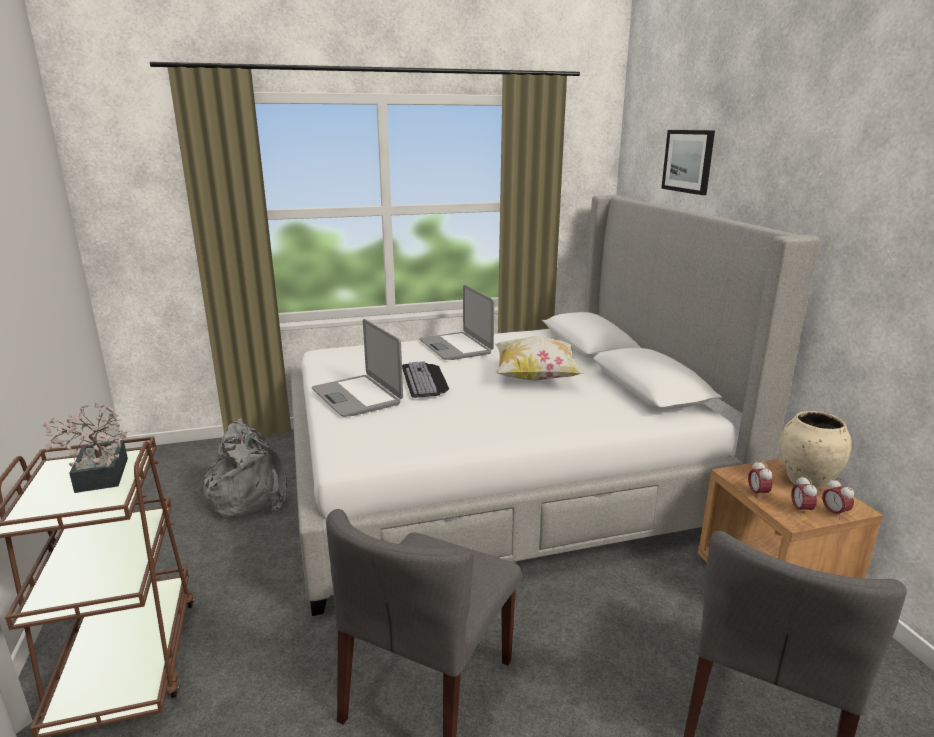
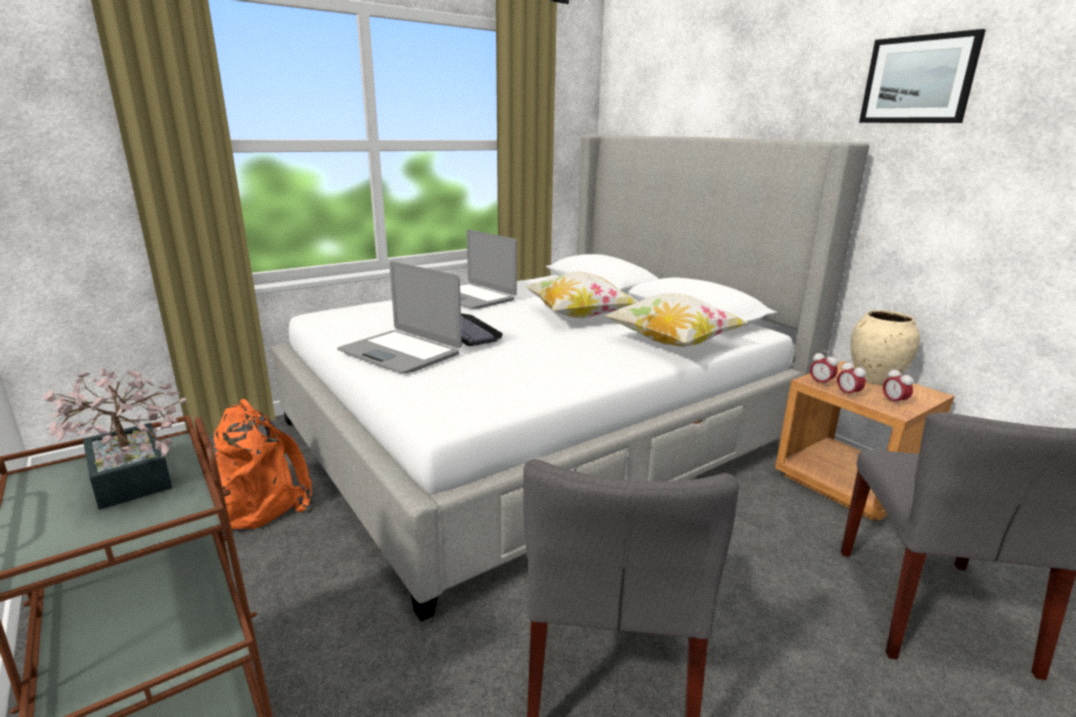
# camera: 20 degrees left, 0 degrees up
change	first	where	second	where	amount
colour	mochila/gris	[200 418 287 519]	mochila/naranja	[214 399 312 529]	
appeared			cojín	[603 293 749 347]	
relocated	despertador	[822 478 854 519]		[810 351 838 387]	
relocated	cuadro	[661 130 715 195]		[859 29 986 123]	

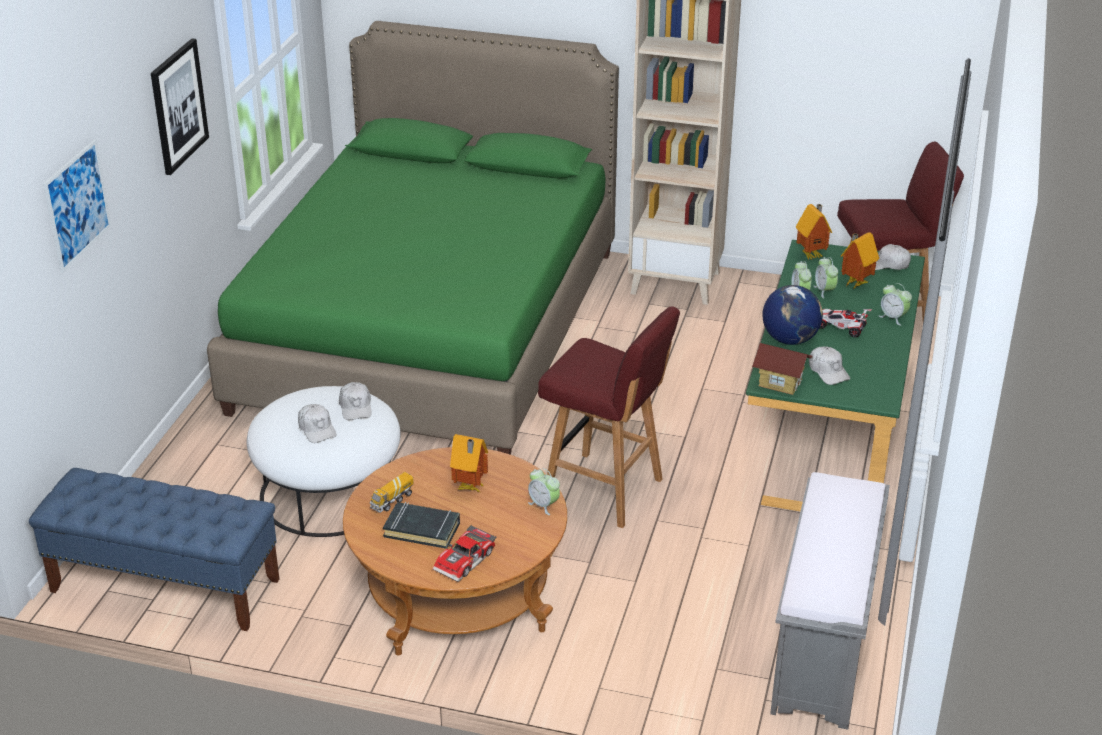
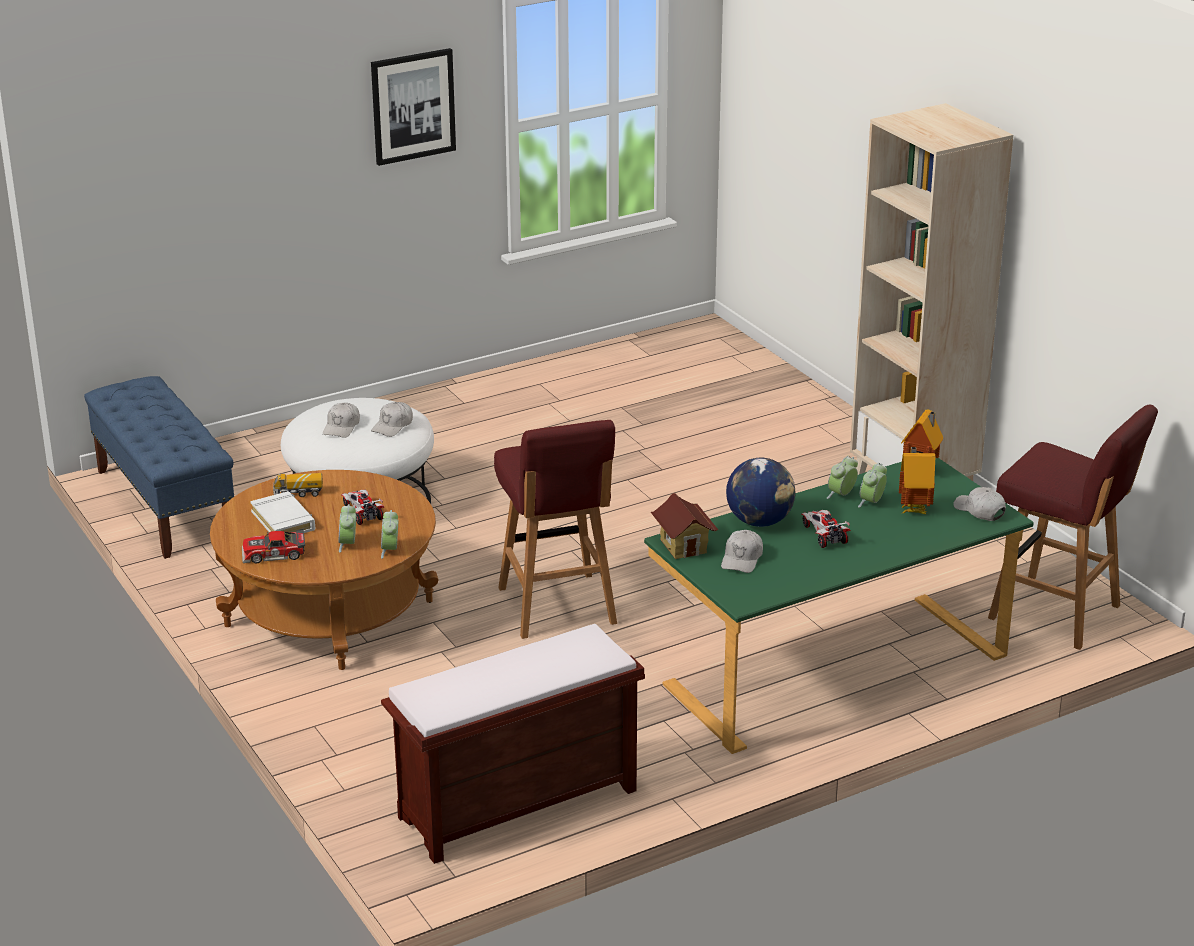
# camera: 45 degrees right, 5 degrees down
change	first	where	second	where	amount
colour	libro/negro	[383 502 460 549]	libro/blanco	[250 491 315 533]	
relocated	despertador	[879 283 912 326]		[339 504 356 553]	
exchanged	casita	[450 434 488 492]	coche de juguete	[341 490 384 525]	
colour	banco/gris	[770 472 890 730]	banco/marrón	[381 624 645 864]	
missing	cuadro	[43 140 111 273]			
missing	cama/verde	[207 21 619 455]			

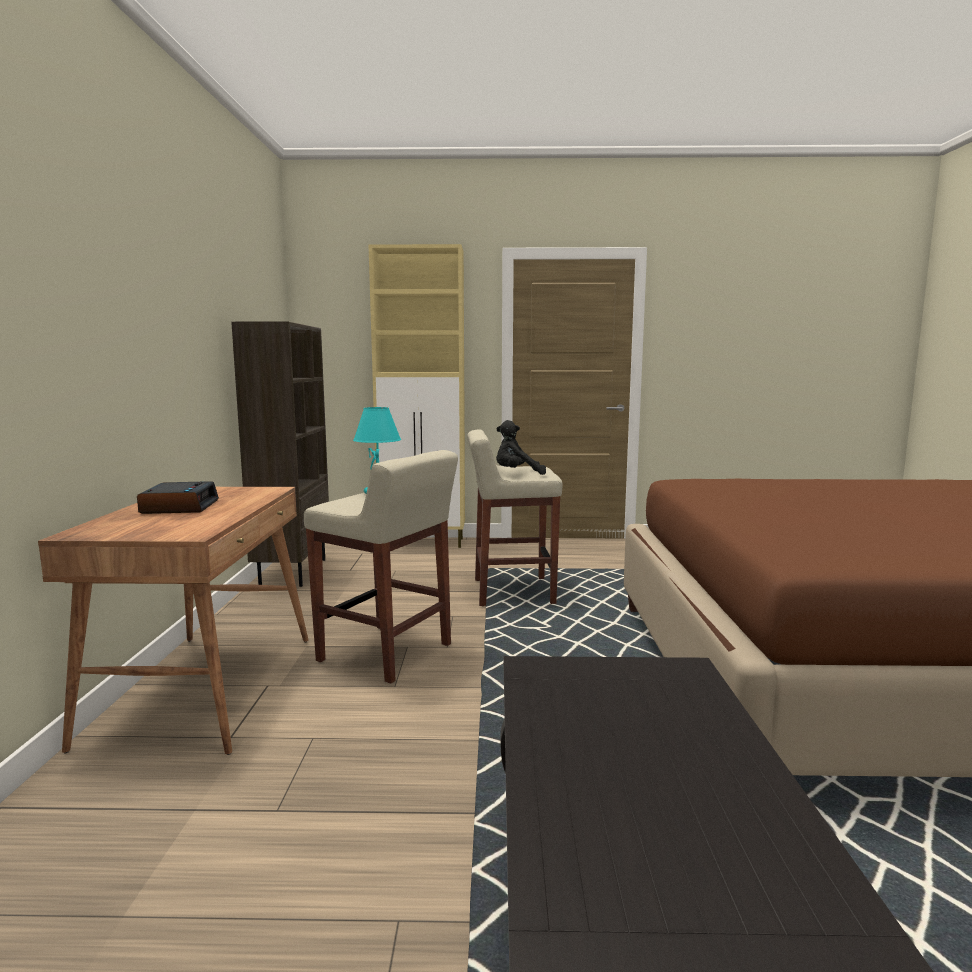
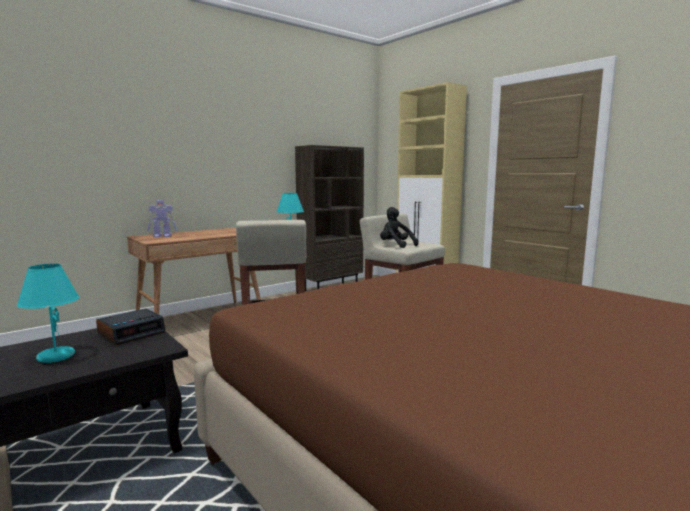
# camera: 50 degrees right, 0 degrees up
change	first	where	second	where	amount
appeared			lámpara de mesa/turquesa	[17 264 79 363]	
relocated	despertador	[137 481 219 514]		[96 308 165 345]	
appeared			robot de juguete	[147 200 177 238]	

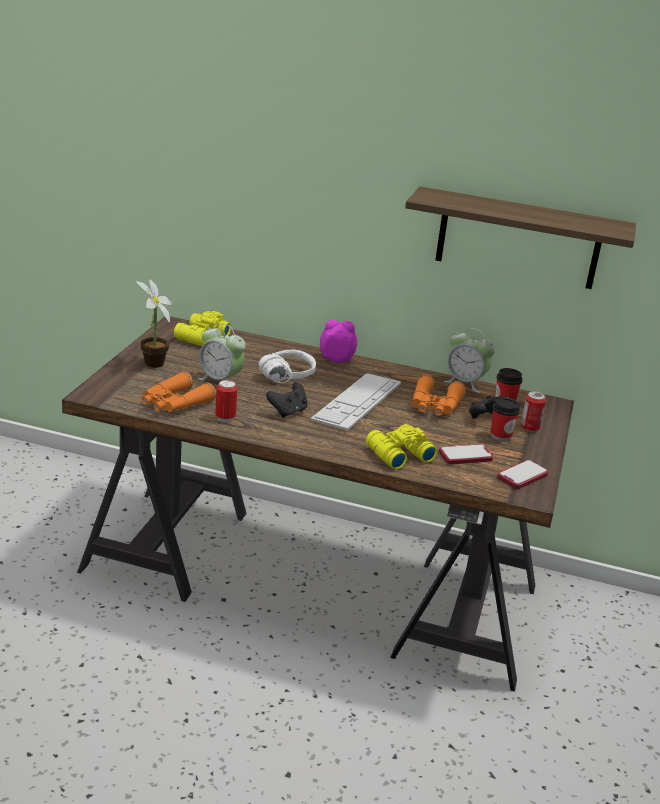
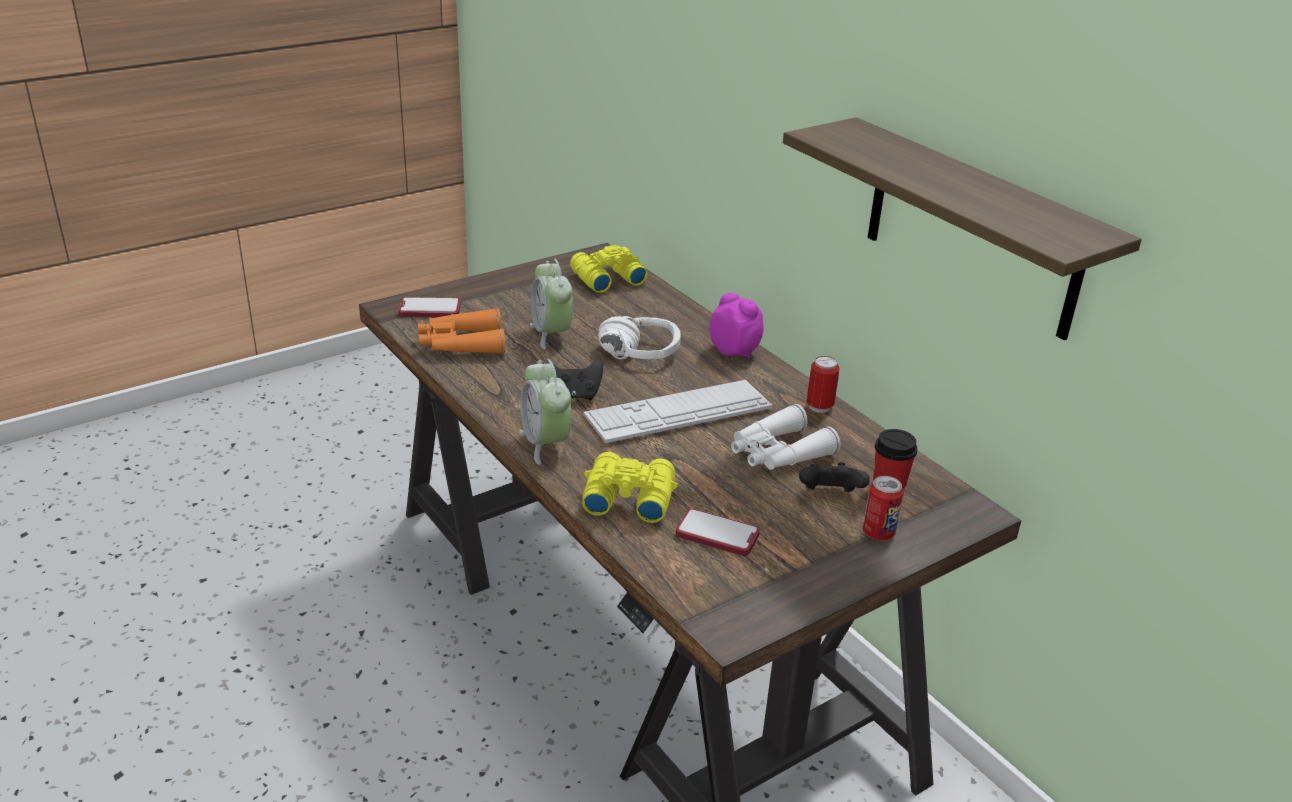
# camera: 40 degrees right, 5 degrees up
change	first	where	second	where	amount
relocated	móvil	[497 460 548 489]		[399 297 460 317]	
relocated	despertador	[444 328 495 393]		[519 359 572 465]	
colour	prismáticos/naranja	[412 375 466 416]	prismáticos/blanco	[731 404 841 470]	
relocated	lata	[215 380 237 422]		[807 356 840 413]	
missing	planta en maceta	[136 279 172 368]			
missing	taza	[491 397 520 442]			

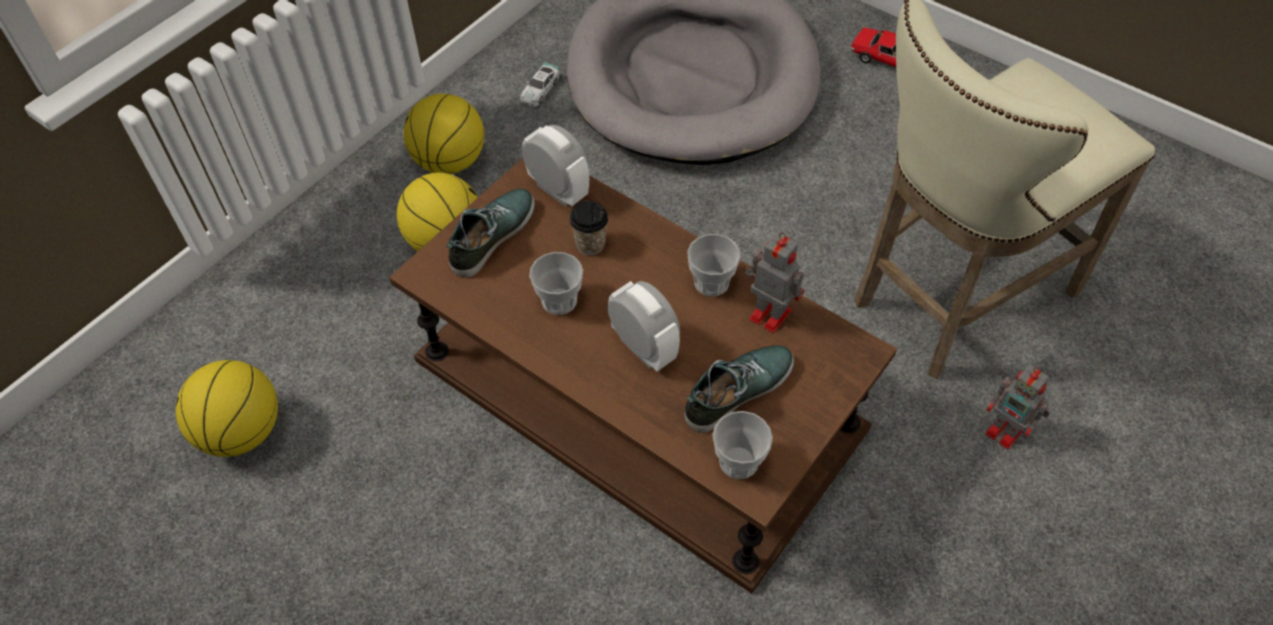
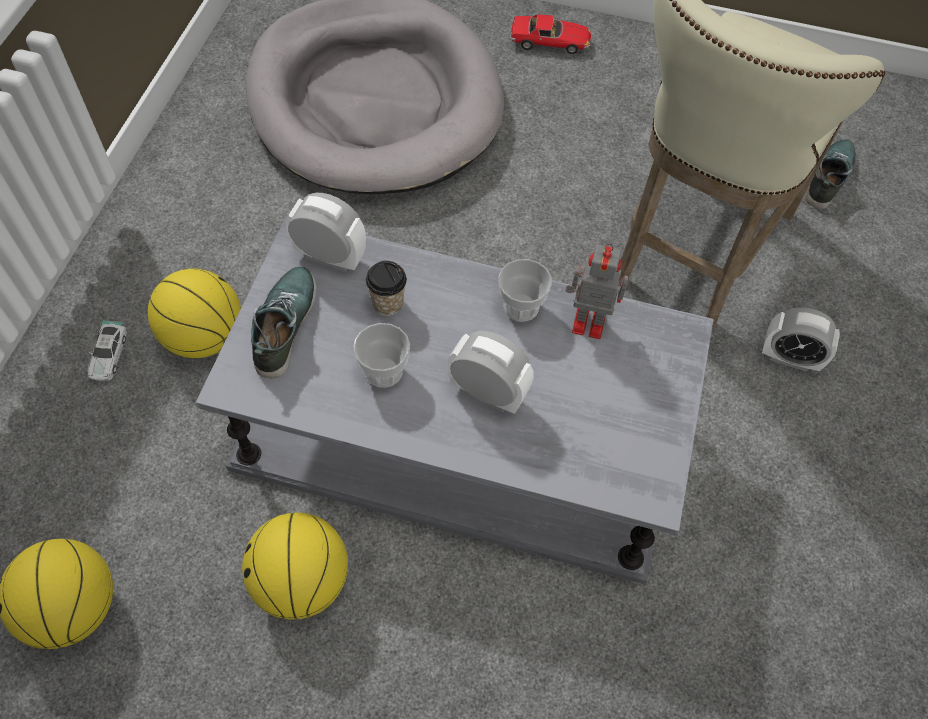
# camera: 25 degrees left, 5 degrees up
change	first	where	second	where	amount
relocated	coche de juguete	[520 62 560 107]		[88 320 127 381]	
colour	mesa de centro/marrón	[389 158 897 594]	mesa de centro/gris	[196 217 714 584]	
relocated	balón de baloncesto	[404 94 484 174]		[242 512 348 620]	
exchanged	robot de juguete	[985 365 1050 449]	despertador	[762 307 840 372]	
relocated	zapato	[684 345 794 433]		[806 140 856 209]	
missing	taza	[712 411 773 479]			

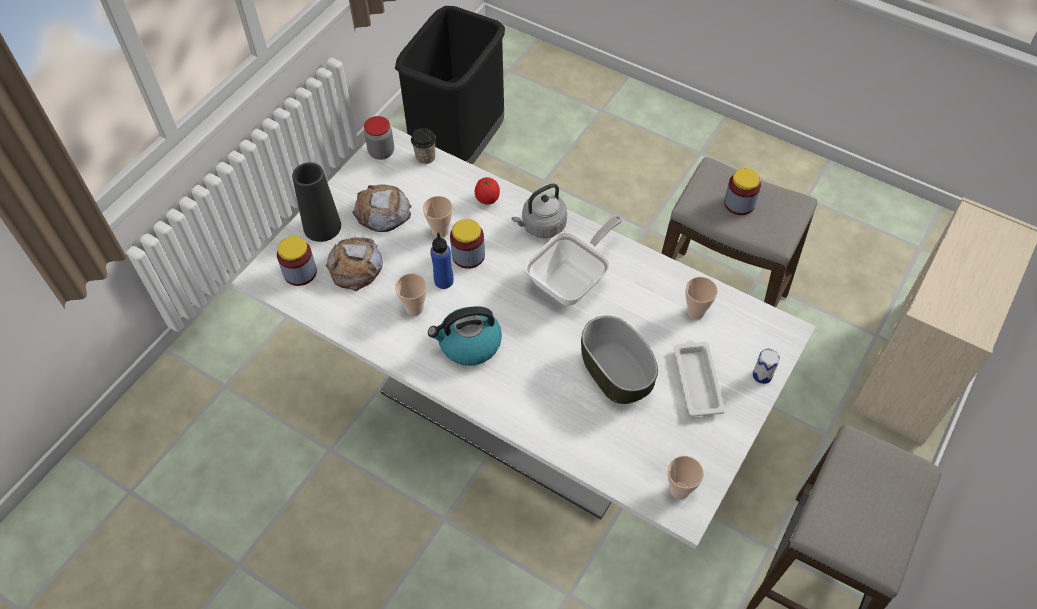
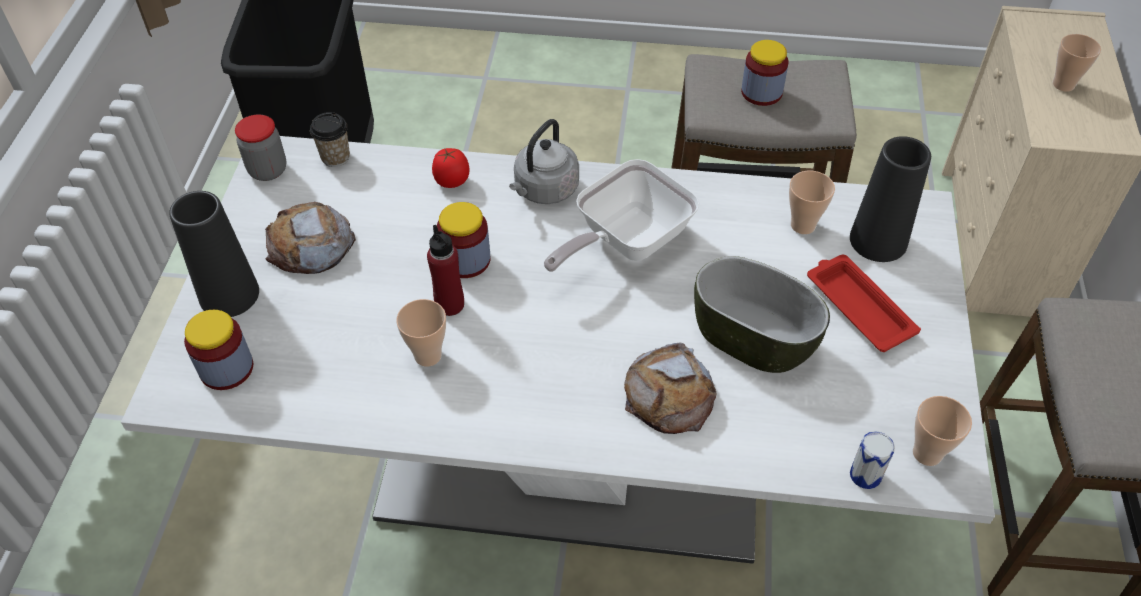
# camera: 25 degrees left, 5 degrees down
change	first	where	second	where	amount
colour	botella/azul	[430 232 454 289]	botella/rojo	[427 225 464 316]	
spun	sartén	[525 215 623 306]		[544 159 699 272]	150 degrees counterclockwise
relocated	pan	[326 237 383 291]		[624 343 717 434]	
colour	bandeja/blanco	[674 341 725 417]	bandeja/rojo	[807 255 921 352]	
appeared			florero/negro	[850 136 931 262]	
relocated	lata	[753 349 780 384]		[850 431 895 489]	
relocated	taza	[423 196 453 238]		[1053 34 1101 92]	
missing	hervidor	[428 306 502 366]			

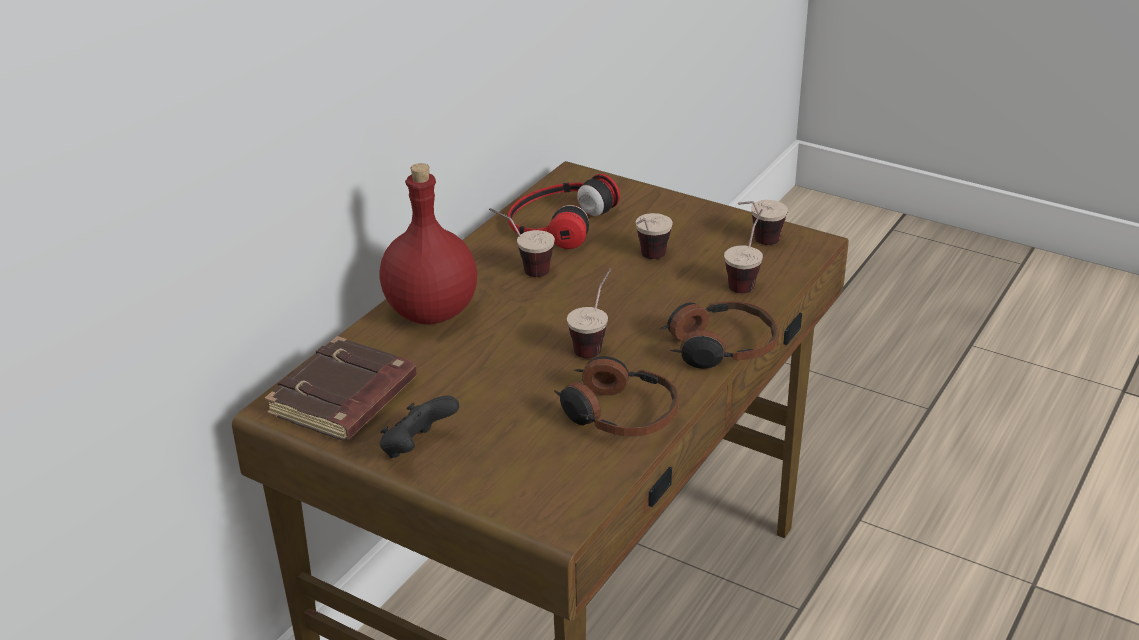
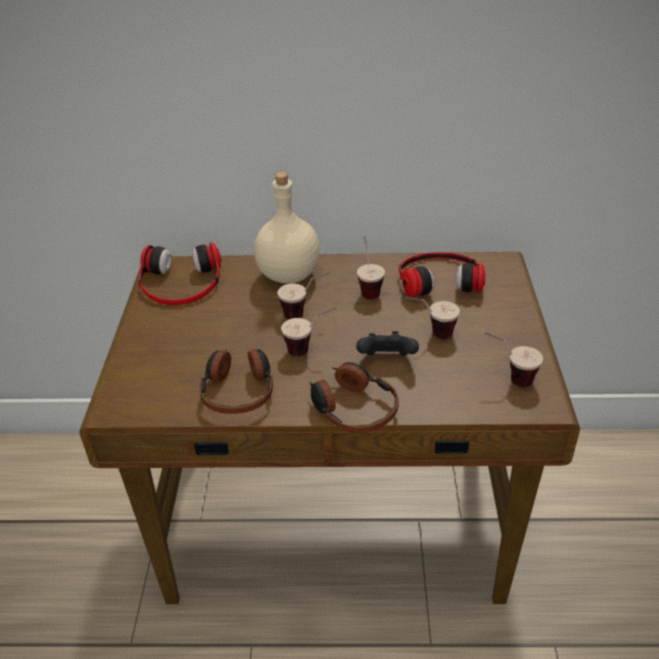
# camera: 60 degrees right, 5 degrees up
change	first	where	second	where	amount
exchanged	libro/marrón	[264 336 417 441]	auriculares	[139 243 221 305]	
colour	botella/rojo	[380 163 477 325]	botella/beis	[254 172 320 284]	
relocated	taza	[724 209 763 293]		[277 272 330 319]	
relocated	mando de consola/negro	[380 396 459 458]		[356 331 419 356]	

